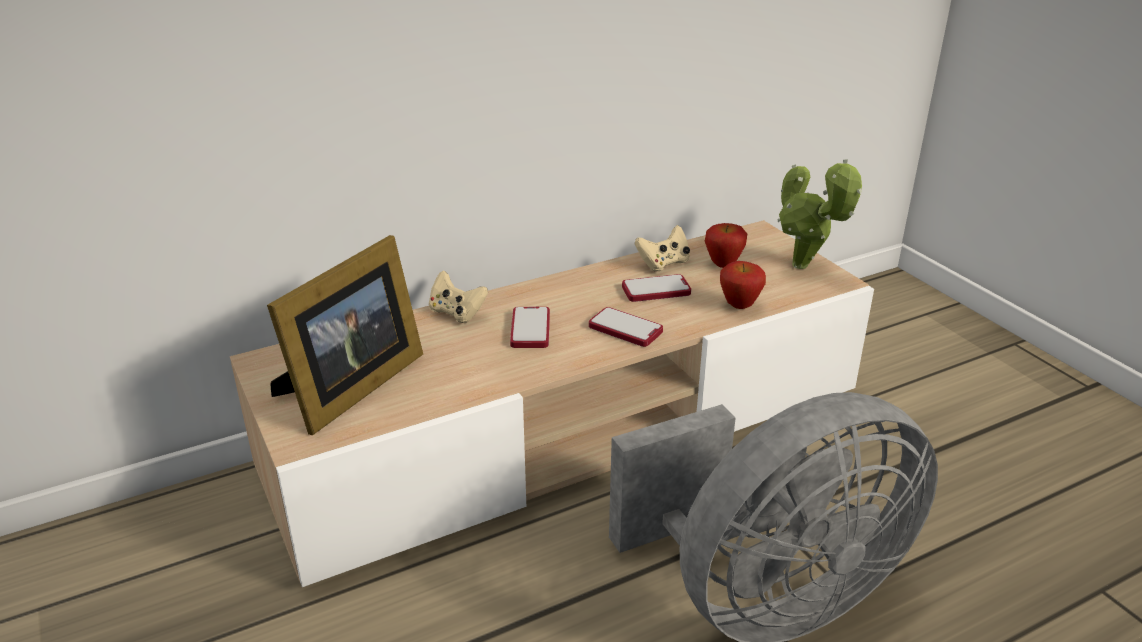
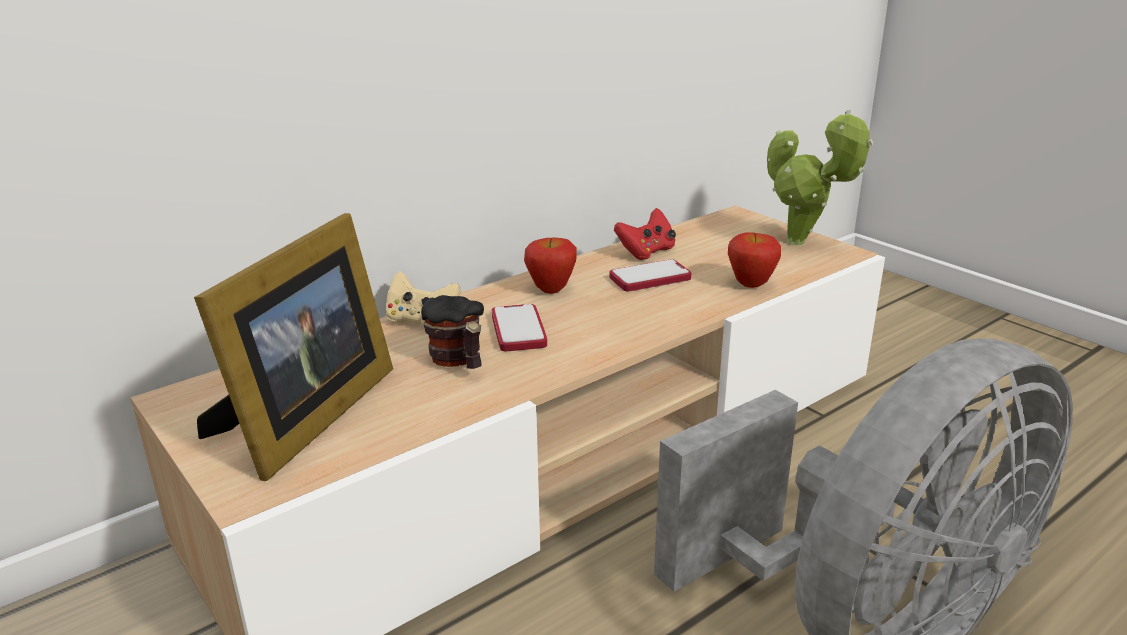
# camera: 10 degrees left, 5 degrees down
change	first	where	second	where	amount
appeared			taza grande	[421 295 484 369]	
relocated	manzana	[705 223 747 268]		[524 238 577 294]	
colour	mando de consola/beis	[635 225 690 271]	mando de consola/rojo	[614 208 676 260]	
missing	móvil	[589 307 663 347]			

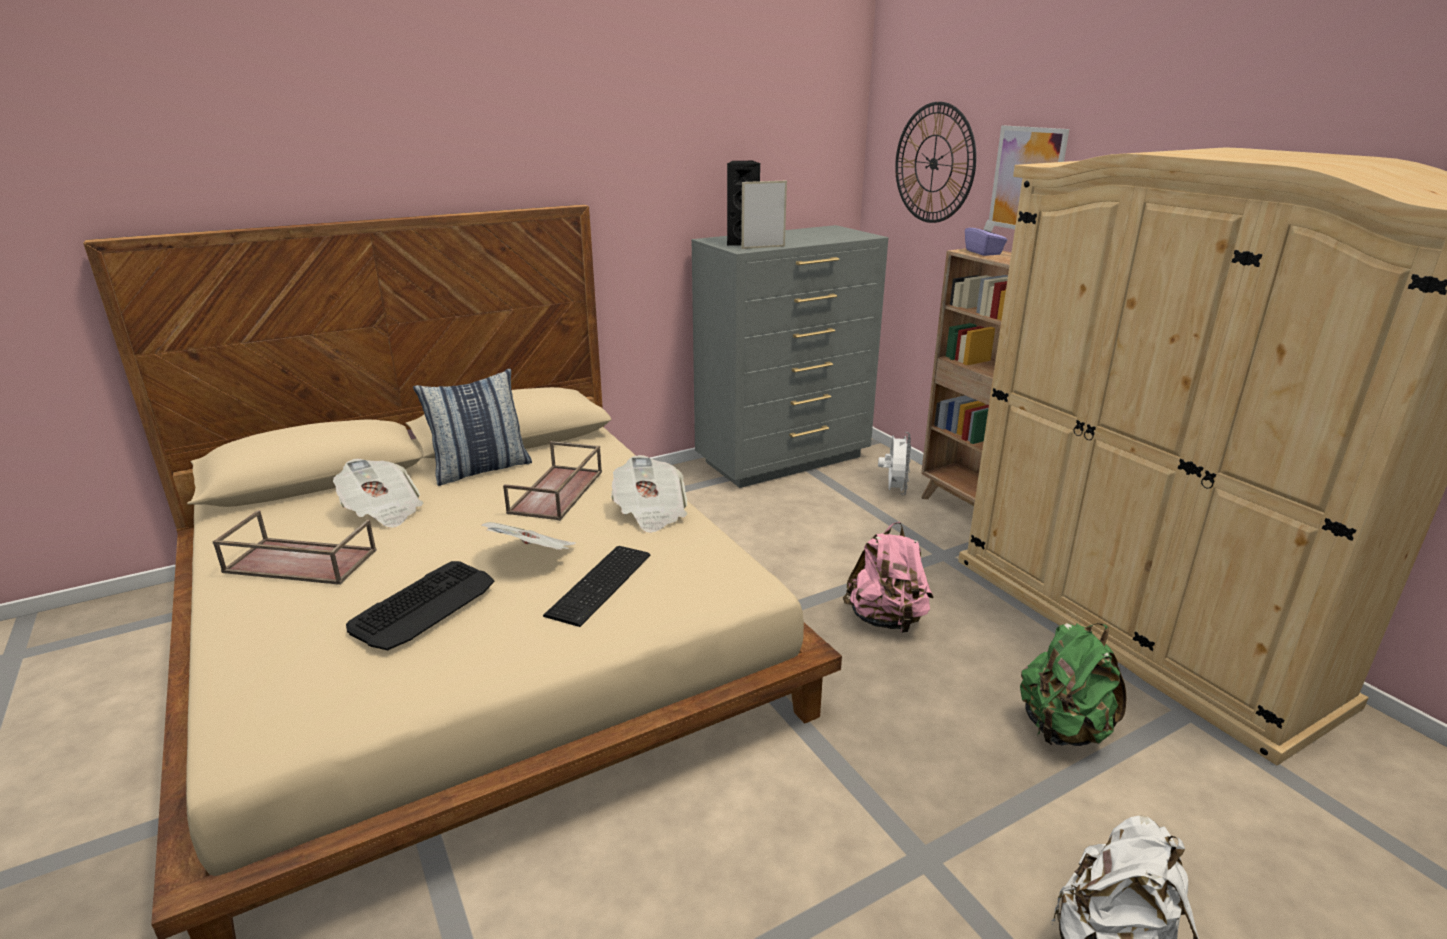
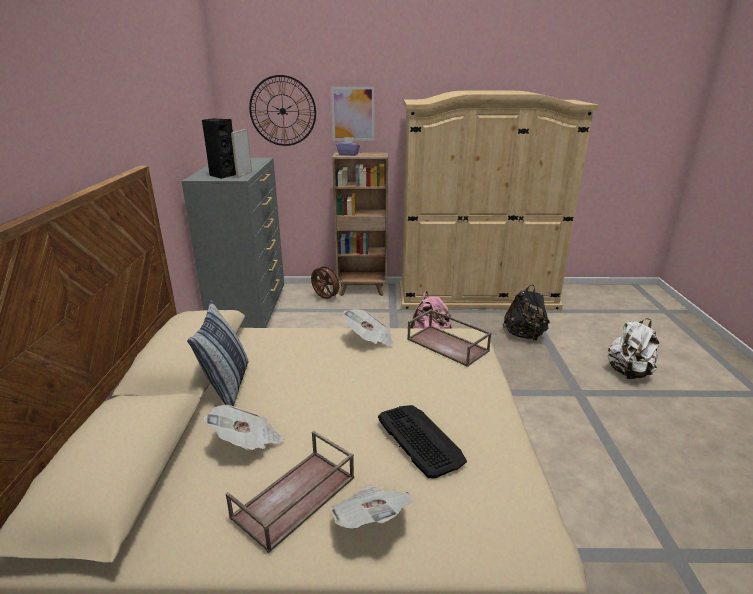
# camera: 60 degrees left, 0 degrees up
change	first	where	second	where	amount
colour	ventilador/blanco	[878 432 911 495]	ventilador/marrón	[311 264 342 299]	
relocated	periódico	[481 522 576 550]		[331 485 413 528]	
relocated	bandeja/marrón	[503 441 602 521]		[407 309 492 367]	
colour	mochila/verde	[1020 623 1126 746]	mochila/negro	[502 285 550 341]	
missing	teclado	[543 546 650 627]			

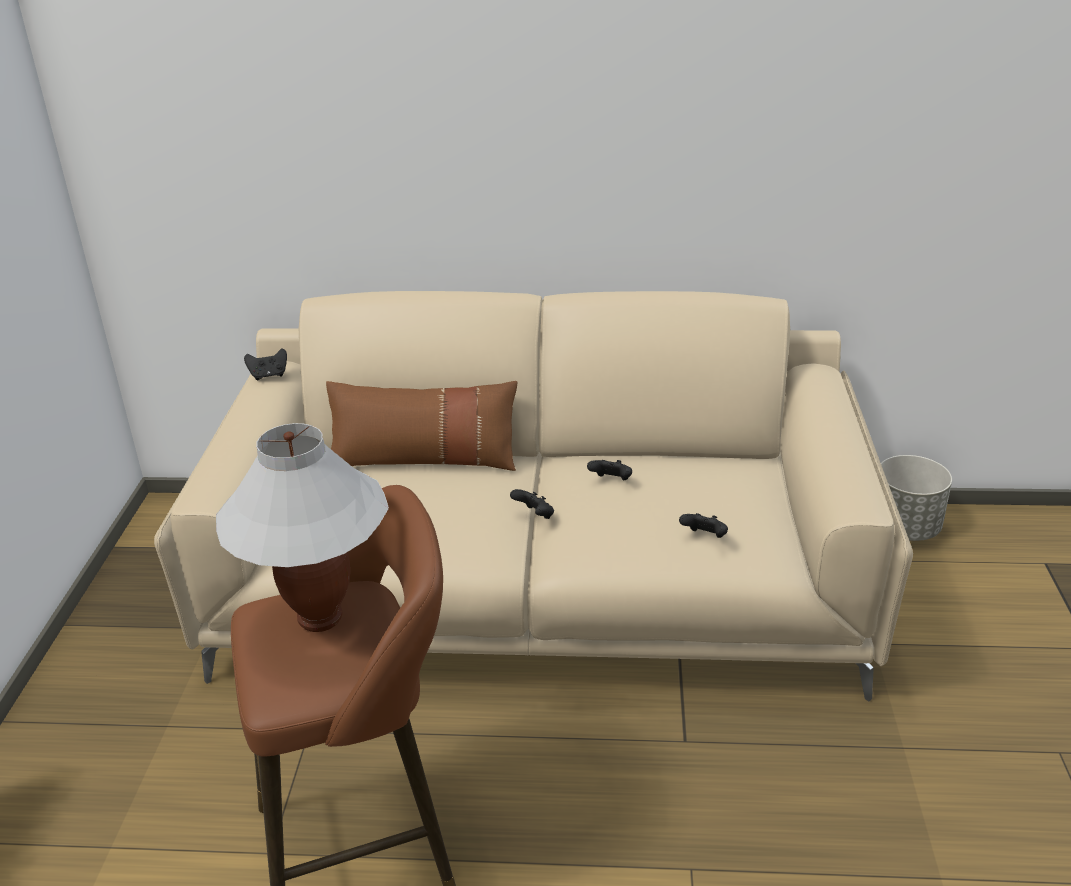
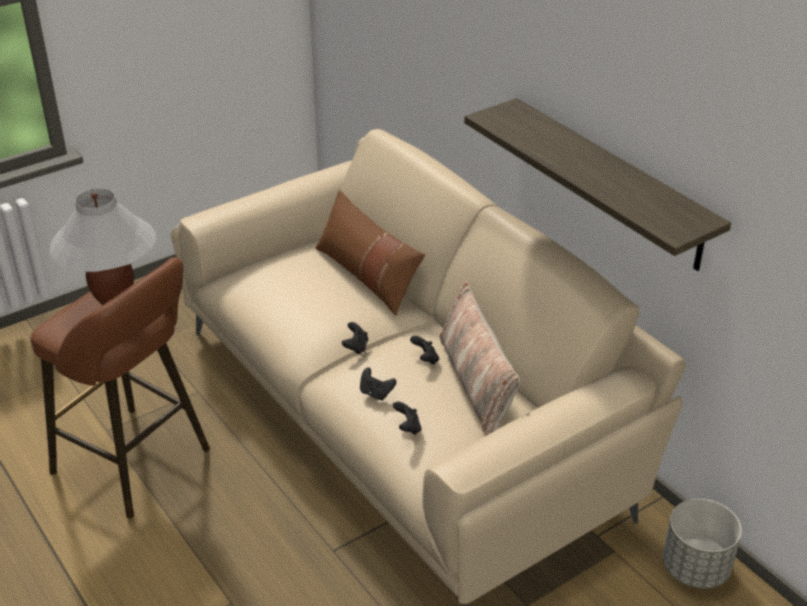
# camera: 50 degrees right, 5 degrees up
change	first	where	second	where	amount
relocated	mando de consola/negro	[244 349 287 380]		[360 367 396 401]	
appeared			cojín	[439 281 520 436]	
appeared			estante	[464 98 731 271]	

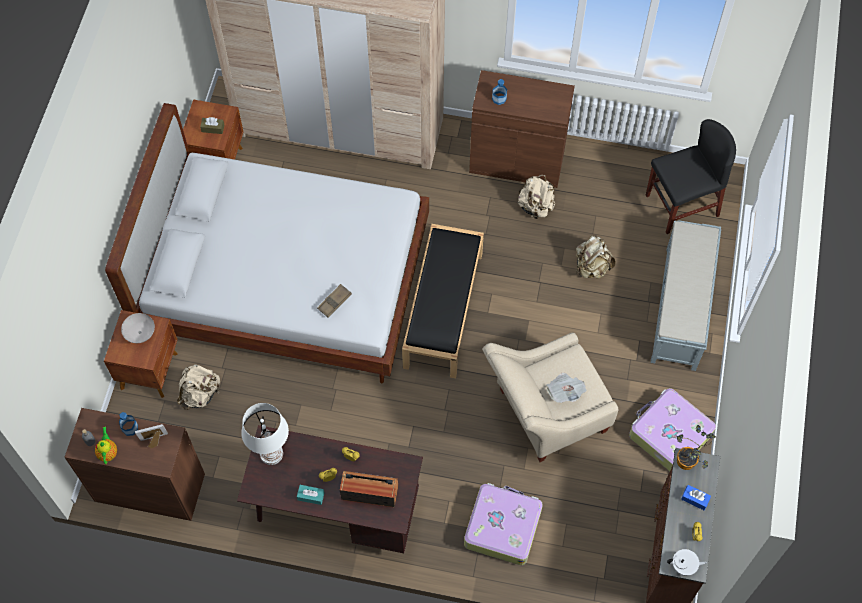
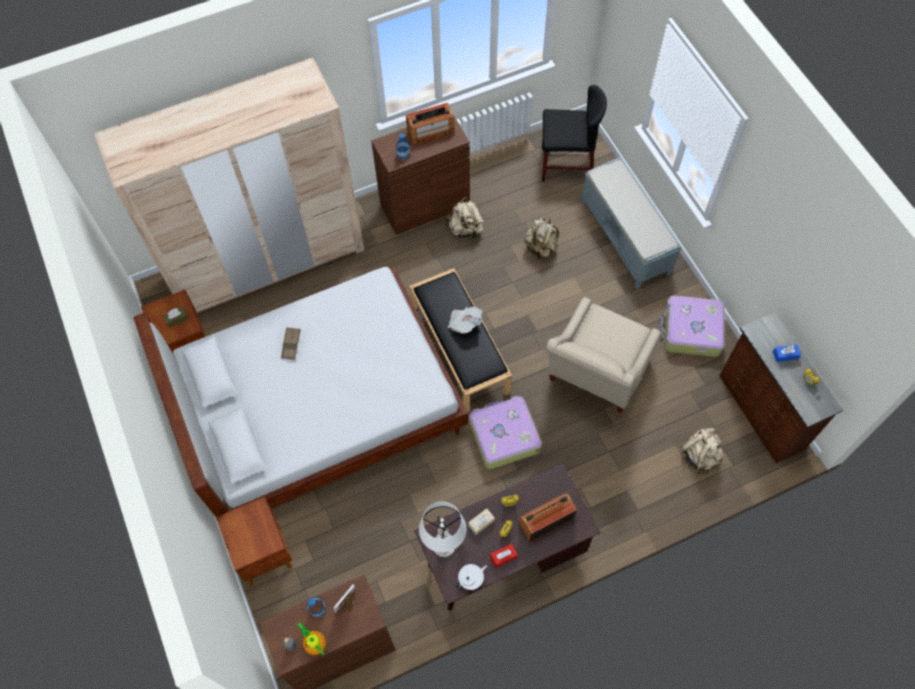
# camera: 35 degrees left, 0 degrees up
change	first	where	second	where	amount
relocated	bandeja/marrón	[317 284 352 317]		[281 327 301 360]	
appeared			radio	[406 103 455 145]	
relocated	periódico	[546 373 586 403]		[448 306 483 333]	
relocated	tetera/blanco	[667 549 707 576]		[456 564 488 590]	
appeared			caja de pañuelos/beis	[468 508 495 535]	
relocated	maleta	[464 483 543 565]		[469 396 542 469]	
colour	caja de pañuelos/turquesa	[297 485 324 505]	caja de pañuelos/rojo	[490 544 518 568]	
spun	silla/negro	[646 119 736 234]		[542 85 607 182]	60 degrees clockwise
relocated	mochila/beis	[177 364 220 410]		[681 428 723 474]	
missing	cuenco/blanco	[121 313 155 343]			
missing	planta en maceta	[677 425 716 470]			

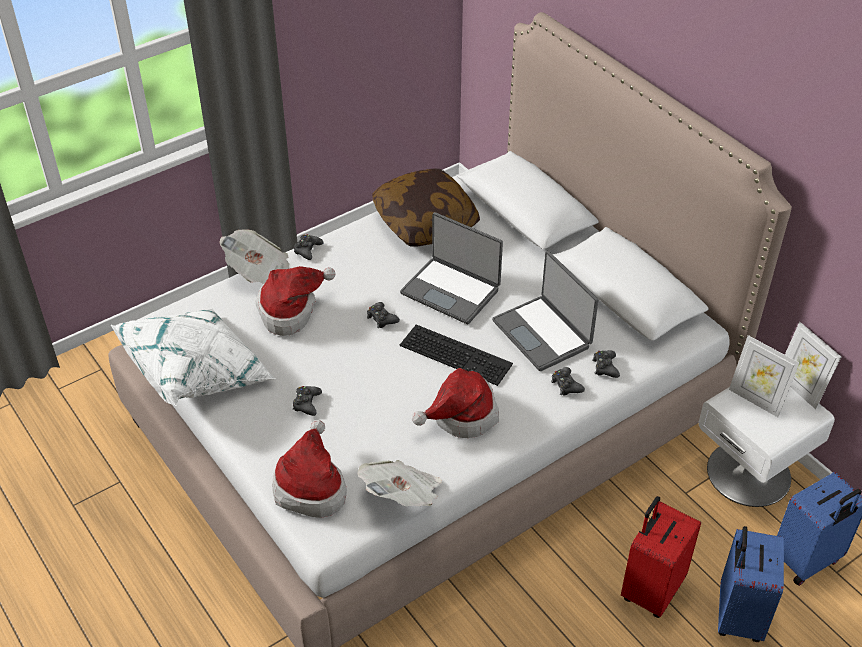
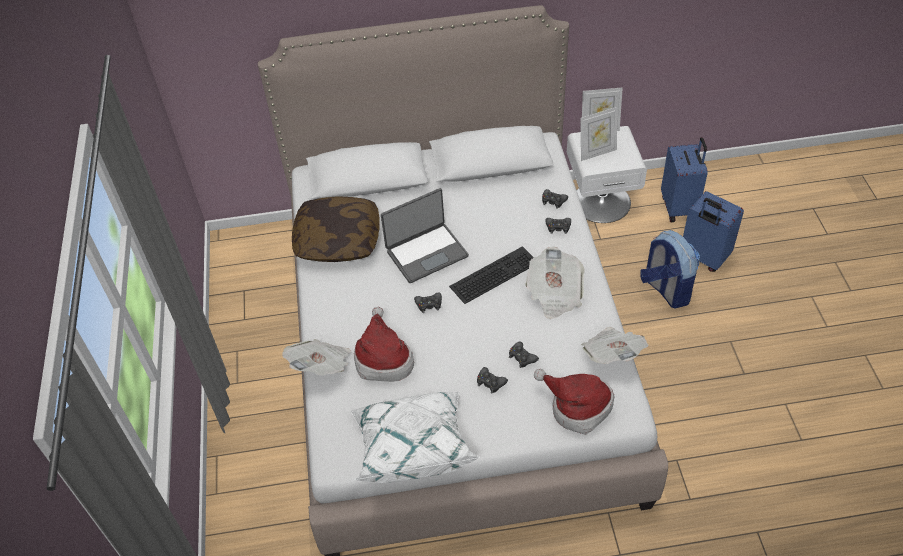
# camera: 60 degrees left, 5 degrees up
change	first	where	second	where	amount
relocated	mando de consola/negro	[294 234 323 260]		[509 341 539 368]	
exchanged	sombrero	[412 368 499 438]	periódico	[525 247 585 319]	
exchanged	maleta/rojo	[621 496 701 618]	mochila	[640 230 700 308]	
missing	portátil	[492 251 599 371]			

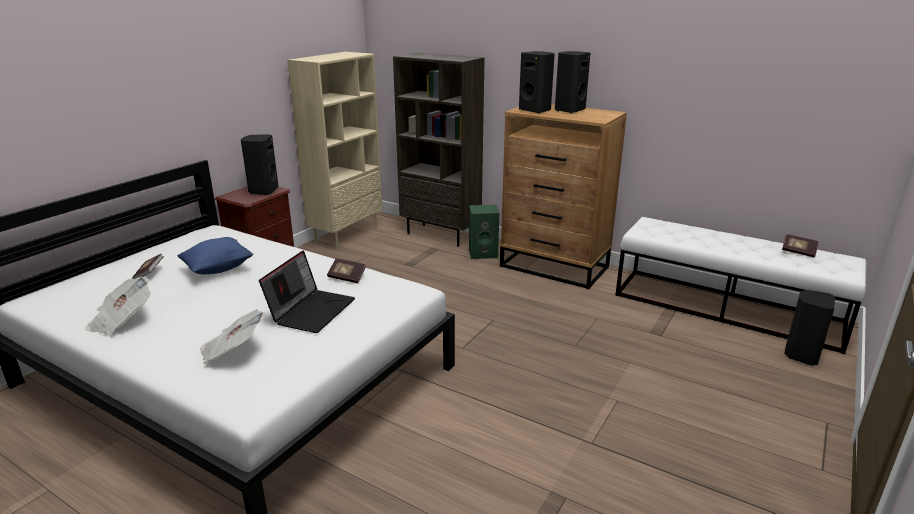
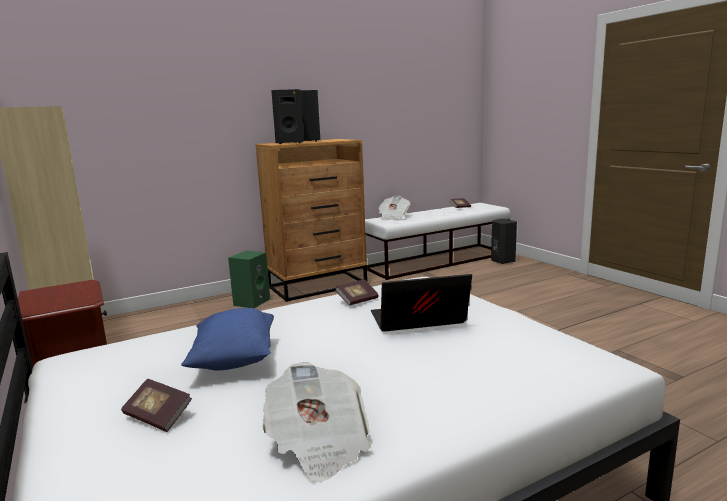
# camera: 60 degrees left, 10 degrees down
change	first	where	second	where	amount
spun	portátil	[259 250 355 333]		[371 274 472 332]	60 degrees counterclockwise
relocated	periódico	[200 309 265 364]		[378 196 410 221]	
missing	altavoz/negro	[241 134 279 195]			
missing	estantería/marrón	[393 52 485 247]			

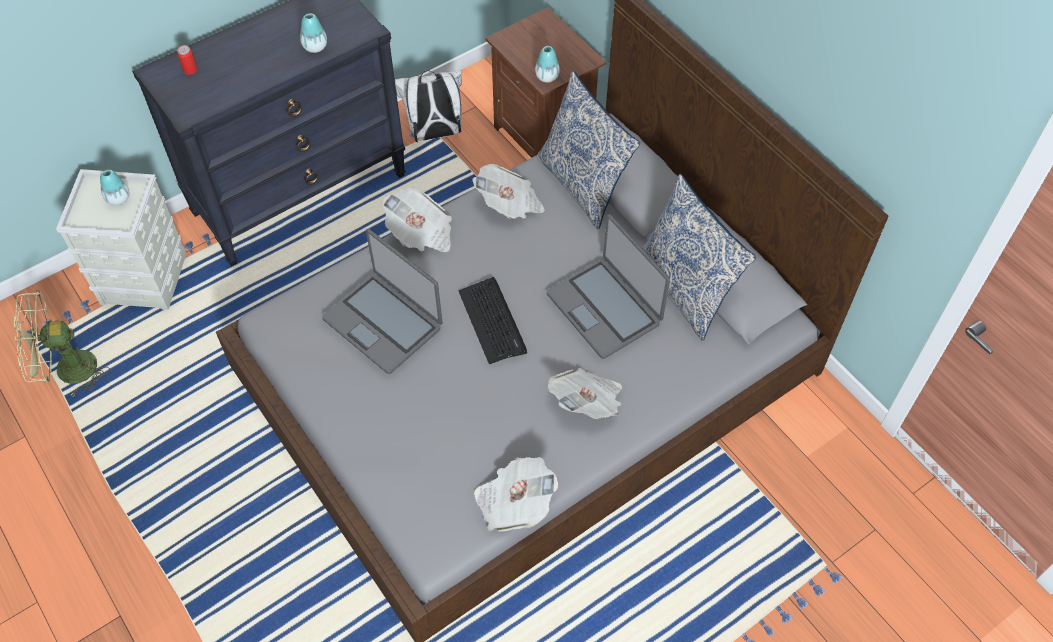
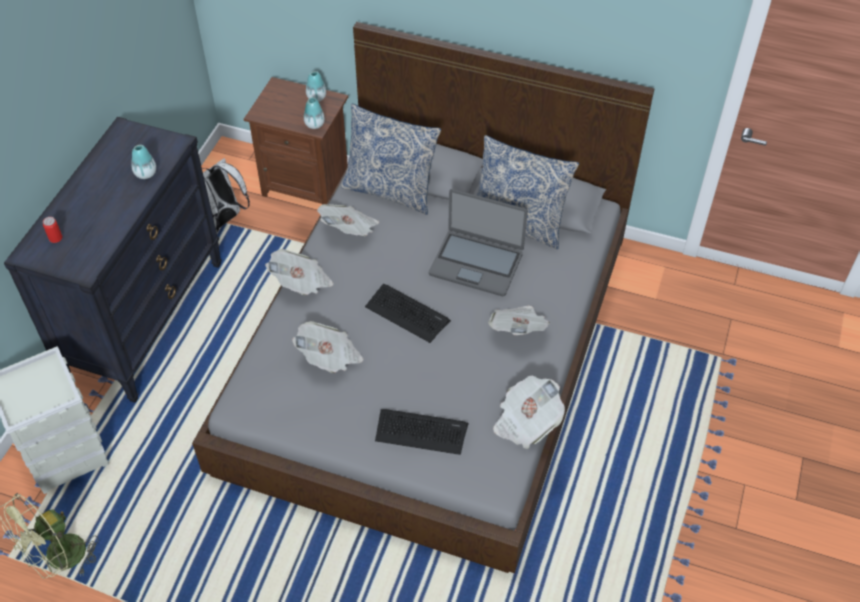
# camera: 35 degrees left, 5 degrees down
change	first	where	second	where	amount
exchanged	portátil	[322 229 442 374]	periódico	[292 321 363 373]	
relocated	florero	[100 170 129 206]		[306 71 326 102]	
appeared			teclado	[375 409 468 455]	

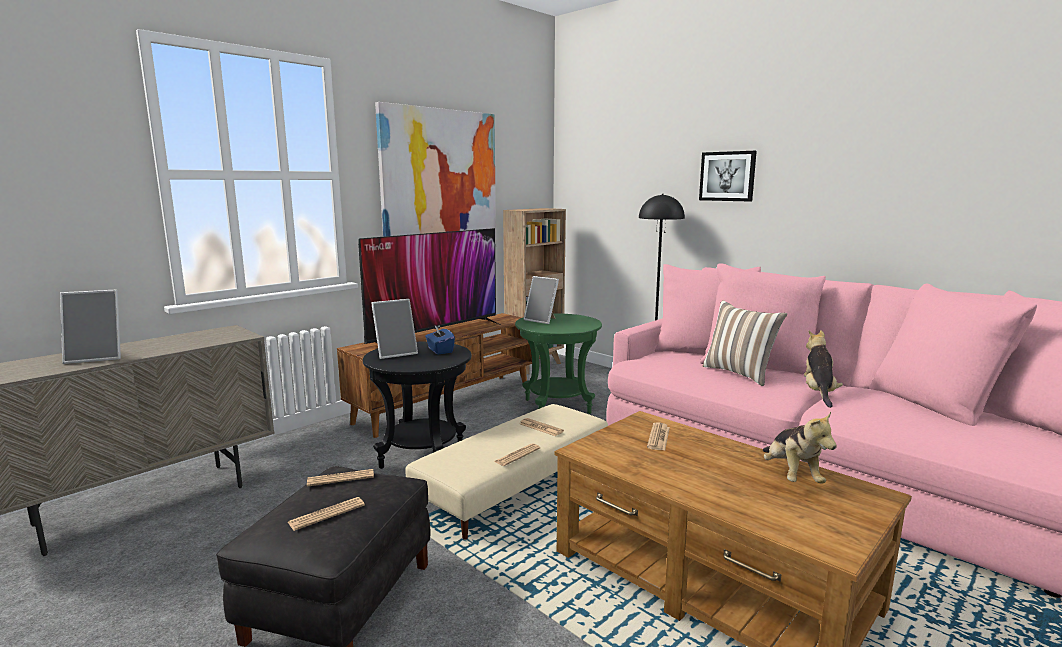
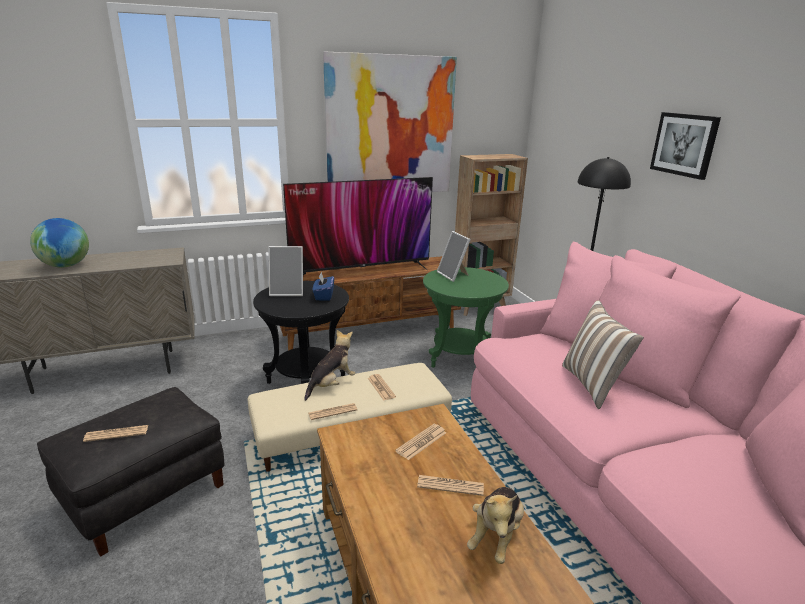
# camera: 25 degrees right, 10 degrees up
change	first	where	second	where	amount
exchanged	portarretratos	[60 290 121 364]	globo terráqueo	[30 218 89 267]	
relocated	peluche	[804 330 843 408]		[304 330 355 401]	
relocated	periódico	[307 469 374 487]		[417 475 484 496]	

